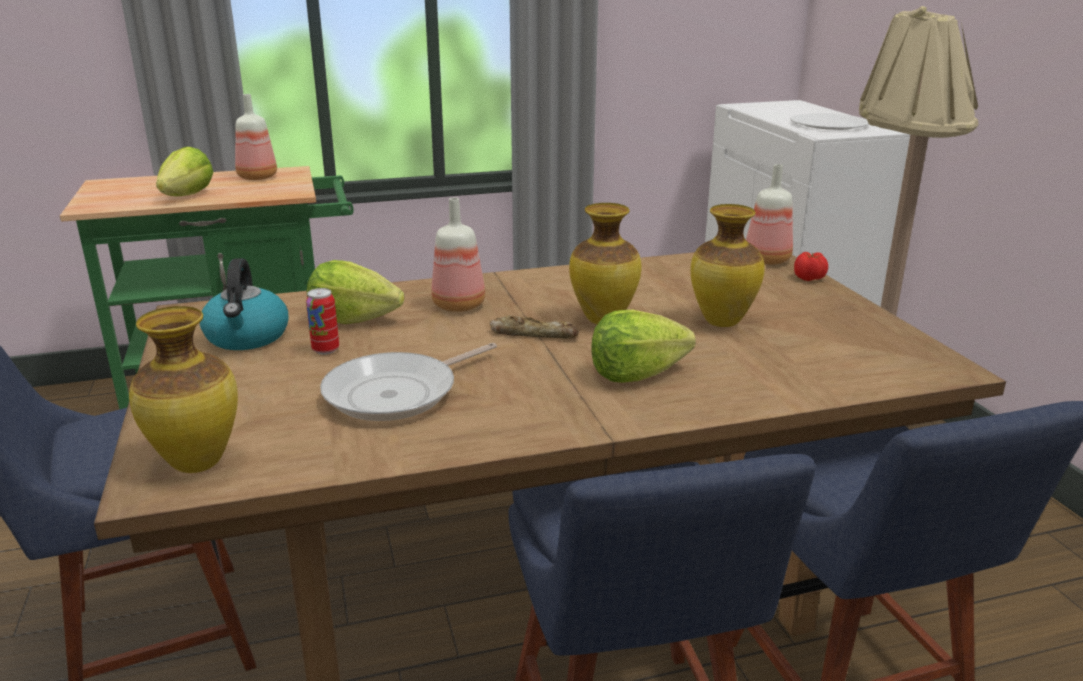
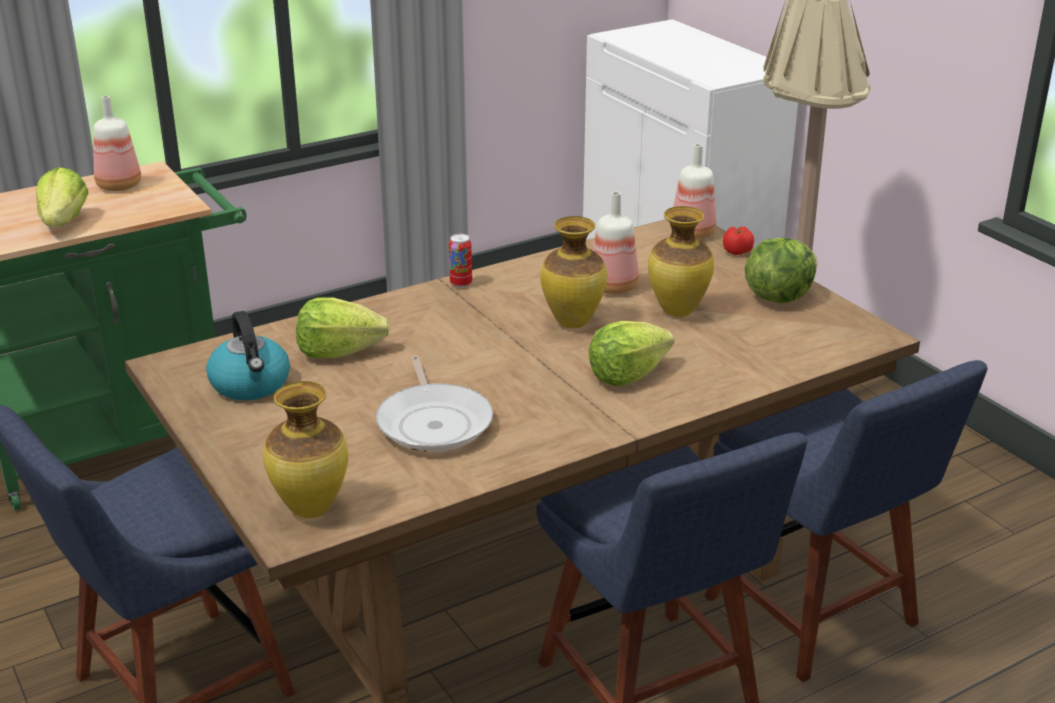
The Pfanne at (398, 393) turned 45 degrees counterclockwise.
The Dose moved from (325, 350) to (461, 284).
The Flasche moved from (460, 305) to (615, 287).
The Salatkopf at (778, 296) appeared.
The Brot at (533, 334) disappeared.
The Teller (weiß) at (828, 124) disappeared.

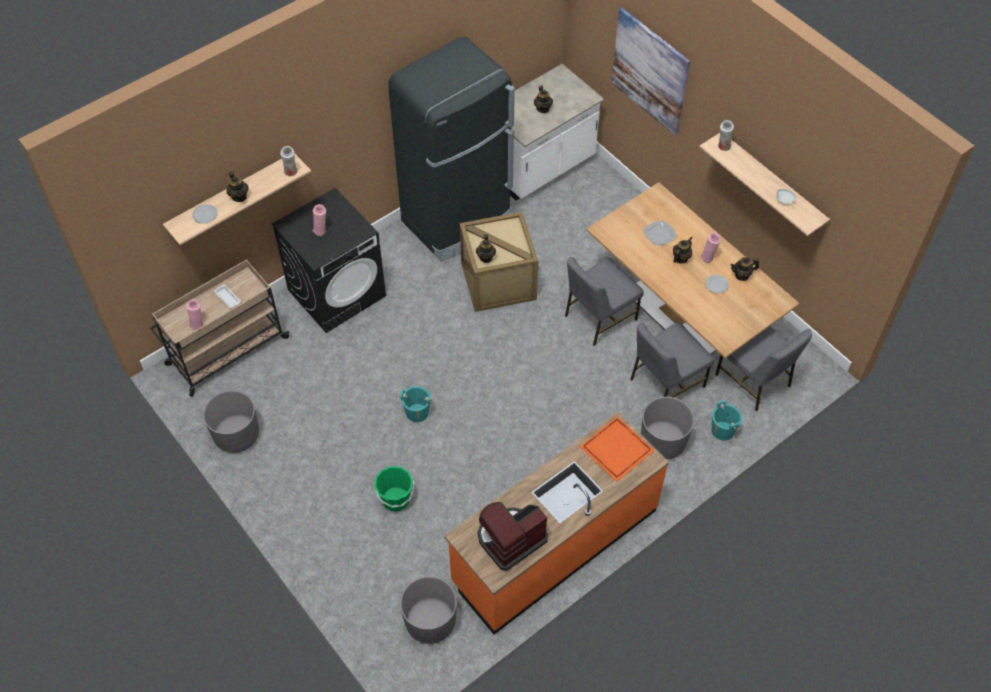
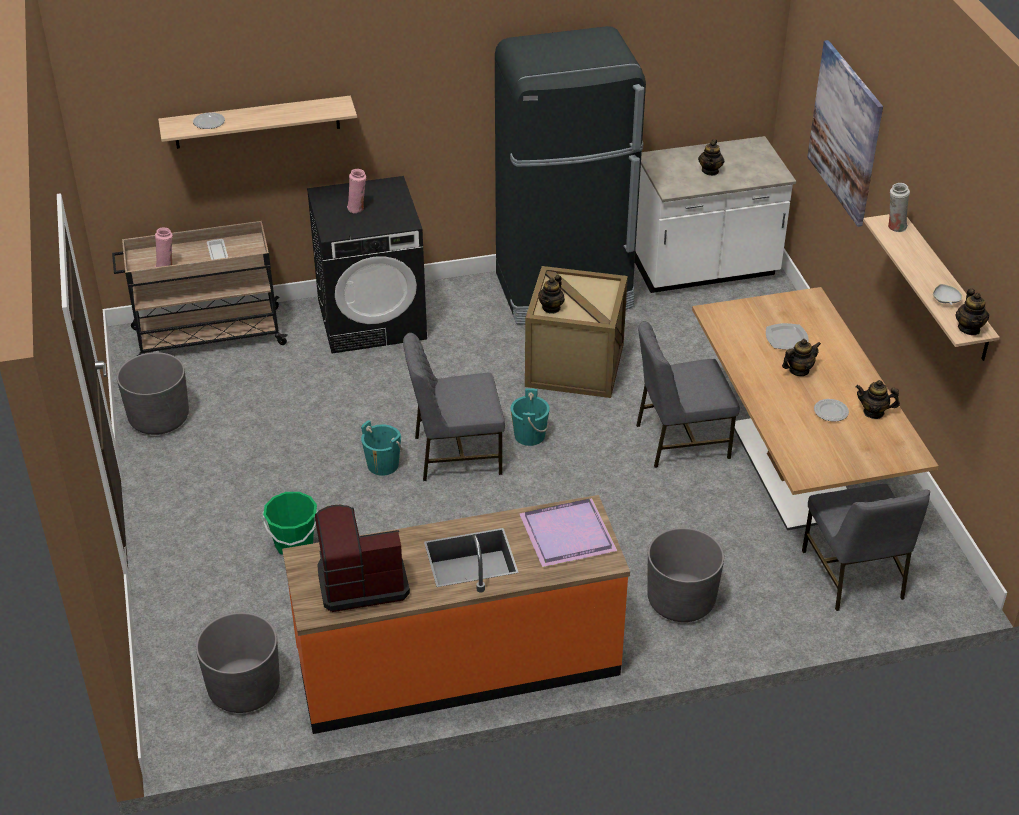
The Stuhl (grau) moved from (665, 382) to (455, 454).
The Eimer (türkis) moved from (722, 430) to (529, 435).
The Tablett (orange) at (616, 451) became the Tablett (lila) at (566, 536).
The Teekanne moved from (239, 196) to (969, 328).
The Vase (weiß) at (291, 172) disappeared.
The Vase (rosa) at (708, 257) disappeared.

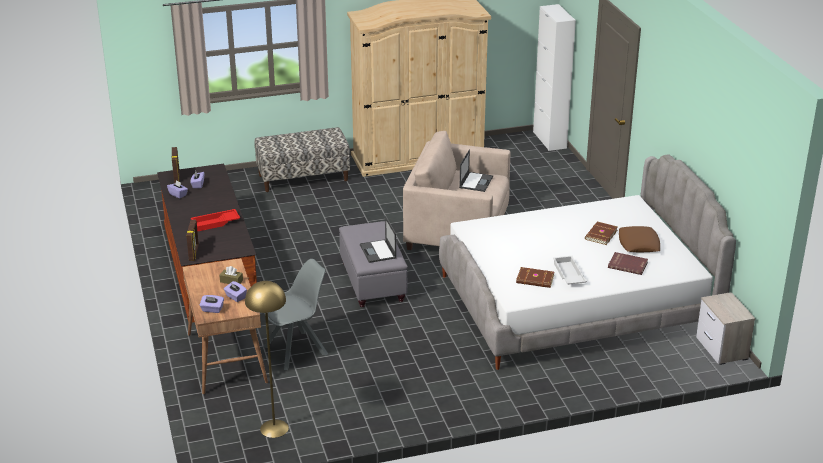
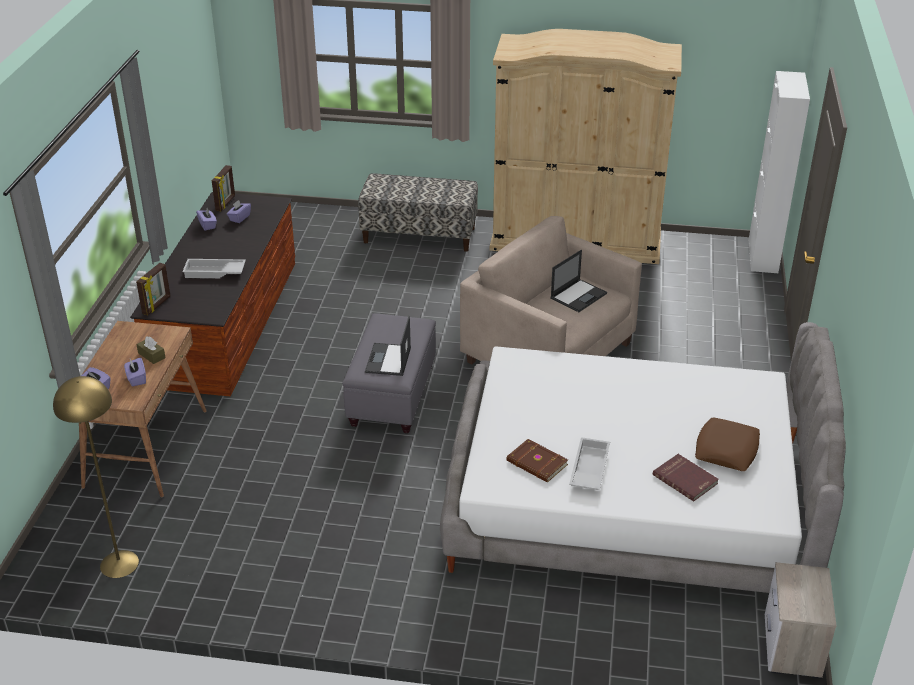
The Tablett (rot) at (215, 223) became the Tablett (weiß) at (214, 272).
The Stuhl (grau) at (297, 350) disappeared.
The Buch (braun) at (600, 235) disappeared.

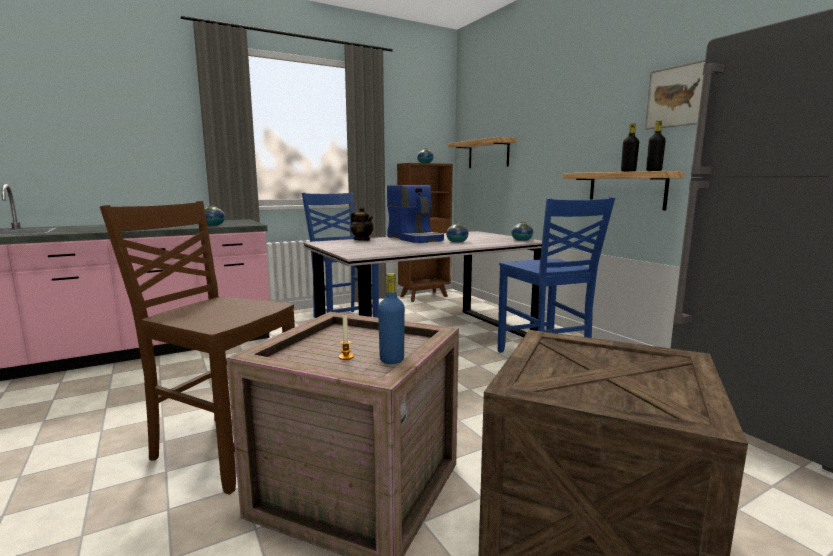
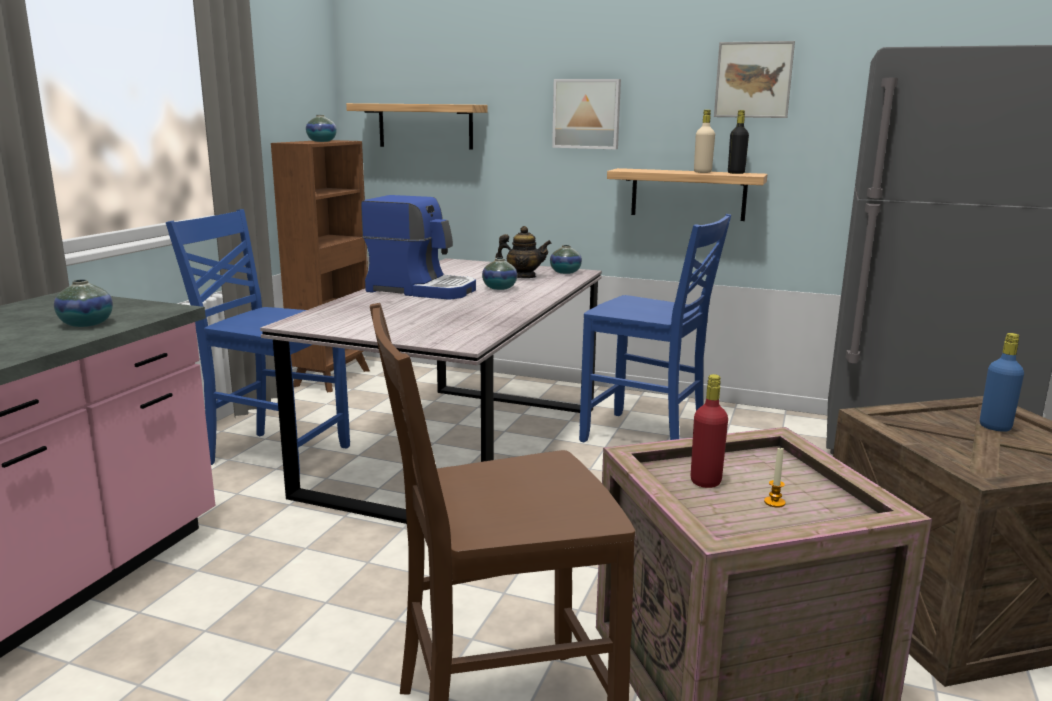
The Teekanne moved from (362, 240) to (523, 277).
The Bild at (587, 114) appeared.
The Flasche (rot) at (705, 481) appeared.
The Flasche (schwarz) at (628, 171) became the Flasche (beige) at (702, 172).
The Flasche (blau) moved from (392, 360) to (995, 427).

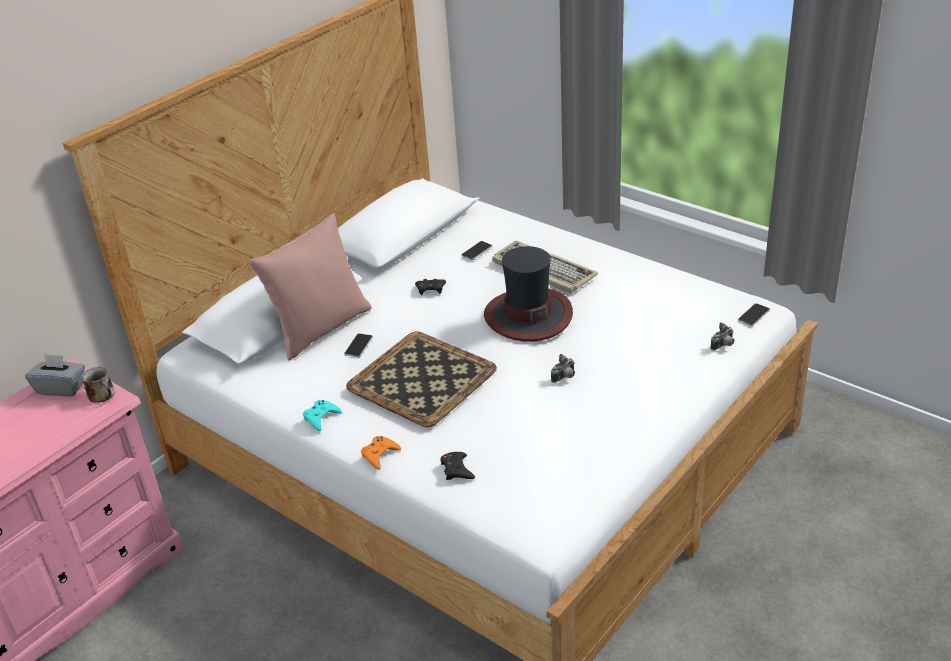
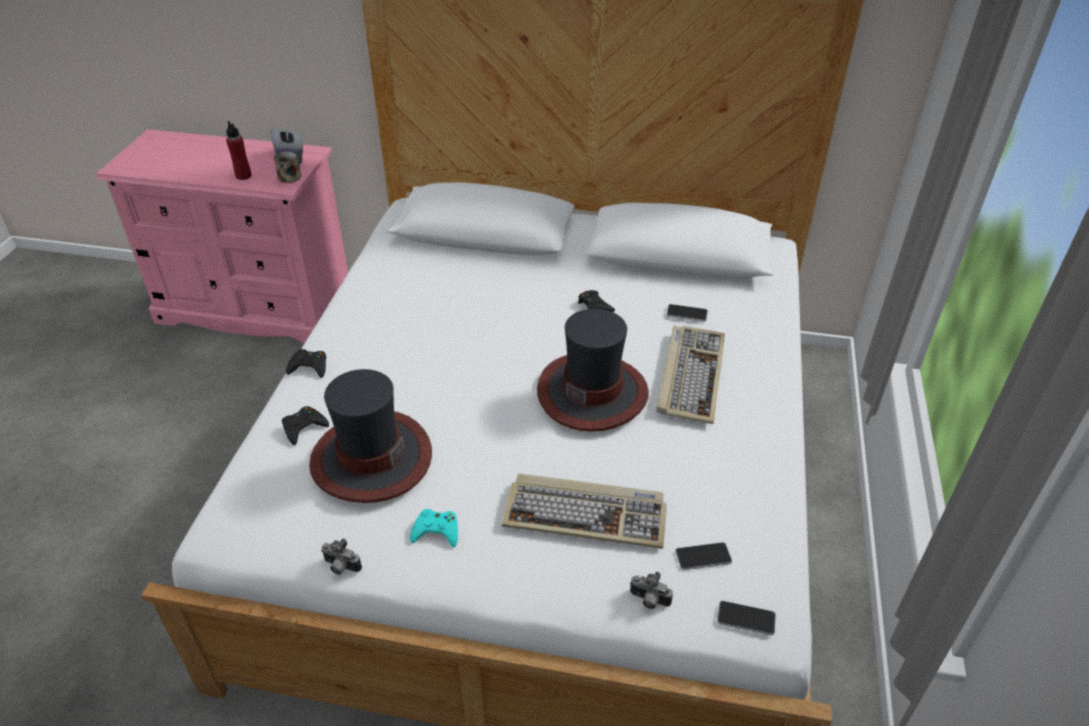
The Flasche (rot) at (243, 176) appeared.
The Gamepad (orange) at (379, 455) became the Gamepad (schwarz) at (309, 367).
The Hut at (370, 458) appeared.
The Kamera moved from (564, 377) to (341, 567).
The Gamepad (türkis) moved from (321, 417) to (436, 531).
The Tastatur at (586, 514) appeared.
The Handy moved from (358, 346) to (703, 557).
The Kissen (rosa) at (320, 328) disappeared.
The Tablett at (422, 380) disappeared.

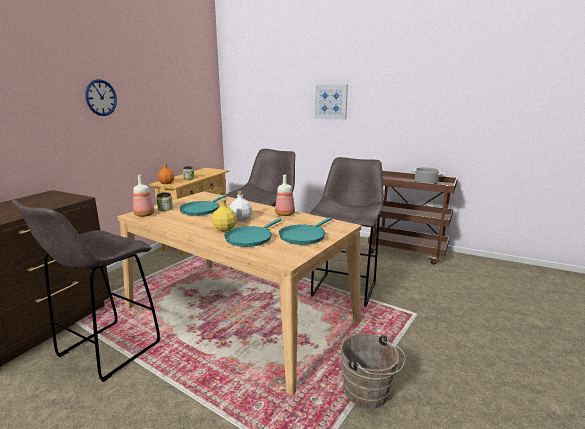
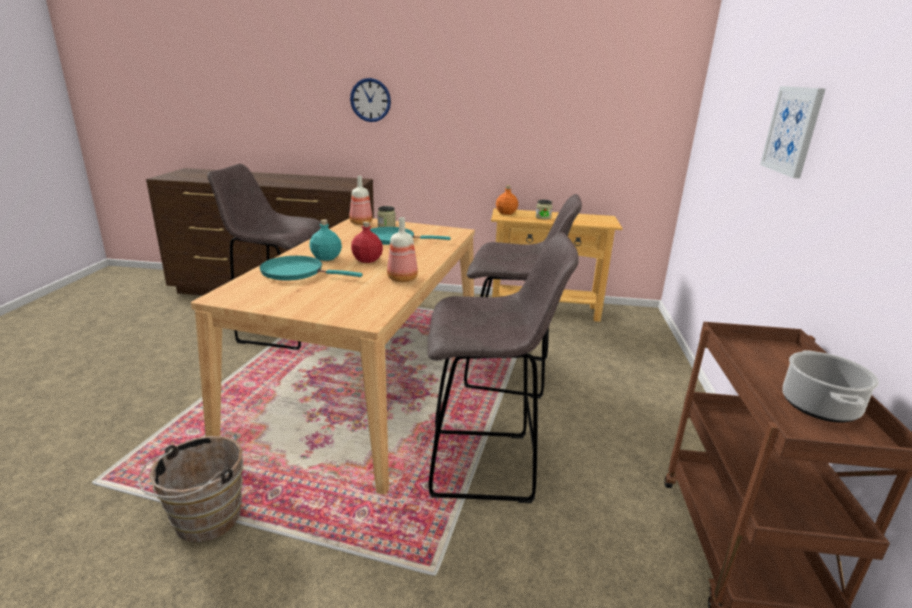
The Flasche (gelb) at (225, 229) became the Flasche (türkis) at (326, 258).
The Wanduhr moved from (101, 97) to (370, 100).
The Flasche (weiß) at (241, 219) became the Flasche (rot) at (367, 260).
The Pfanne (türkis) at (303, 236) disappeared.

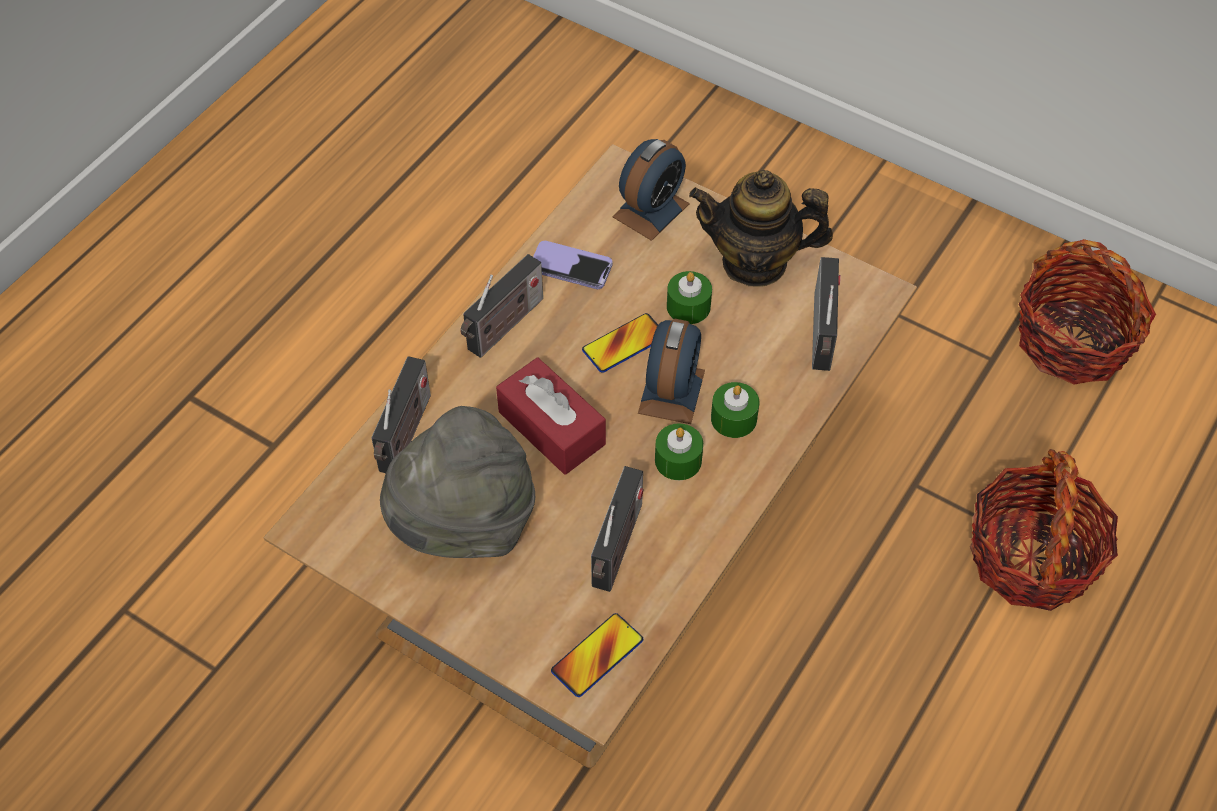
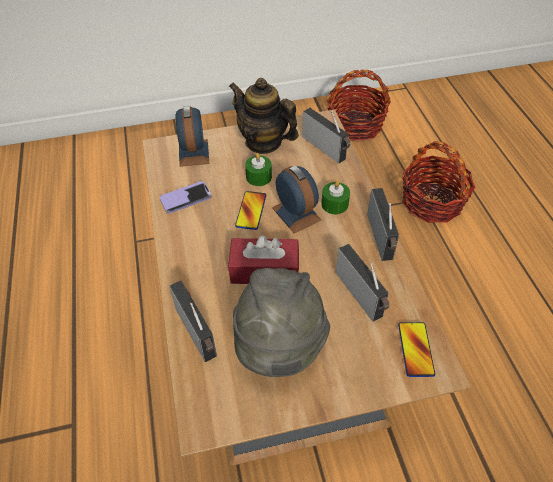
The Teekanne at (755, 262) turned 75 degrees clockwise.
The Radio moved from (503, 327) to (381, 238).
The Kerze (grün) at (678, 460) disappeared.

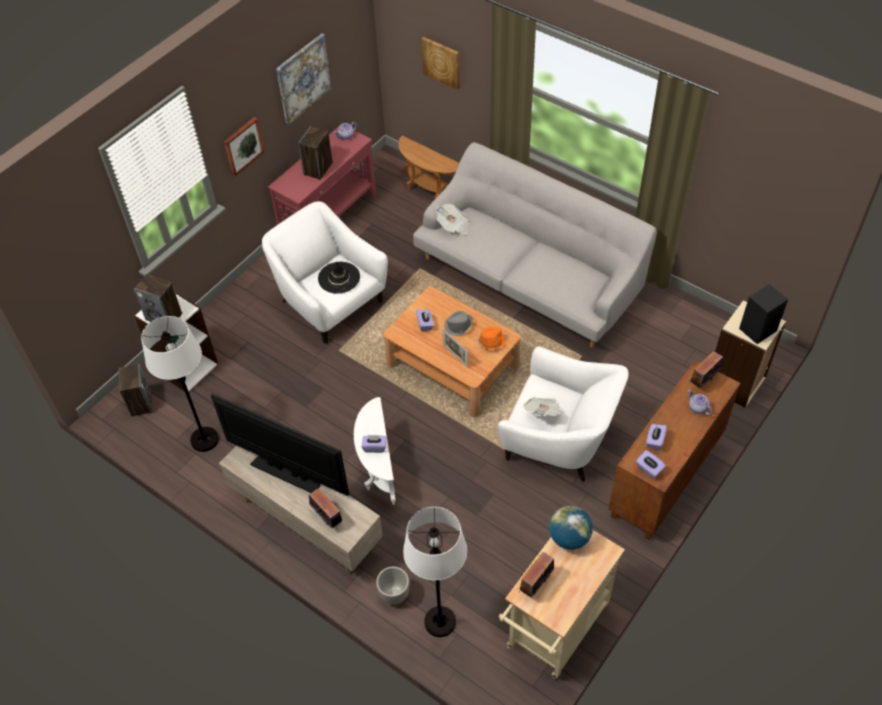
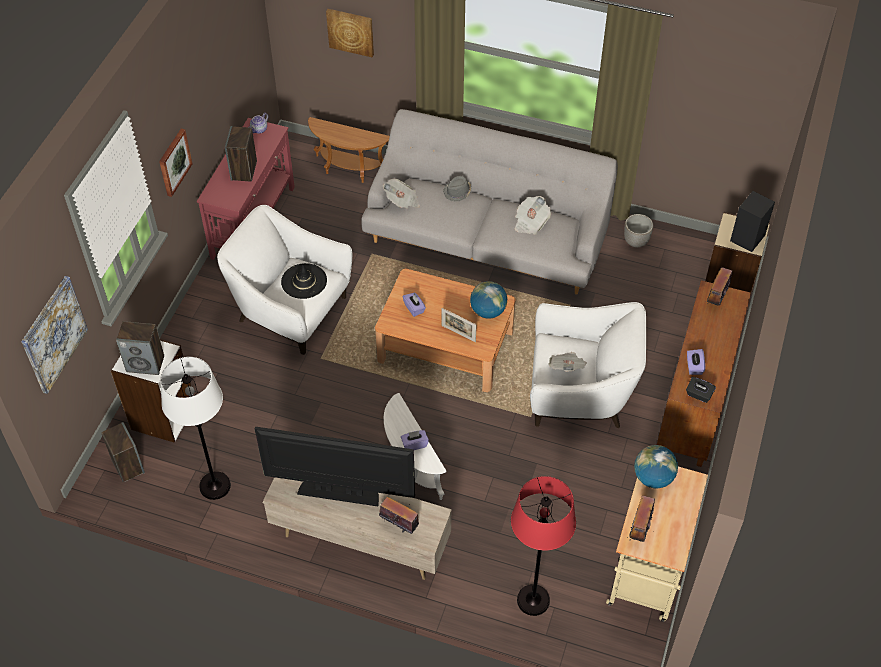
The Bild moved from (303, 78) to (53, 334).
The Hut (grau) moved from (458, 326) to (457, 192).
The Hut (orange) at (490, 342) was replaced by the Globus at (488, 311).
The Stehlampe (weiß) at (440, 621) became the Stehlampe (rot) at (533, 600).
The Zeitung at (530, 222) appeared.
The Pflanzkübel moved from (394, 595) to (636, 242).
The Taschentuchbox (lila) at (649, 469) became the Taschentuchbox (schwarz) at (699, 395).
The Teekanne at (697, 408) disappeared.

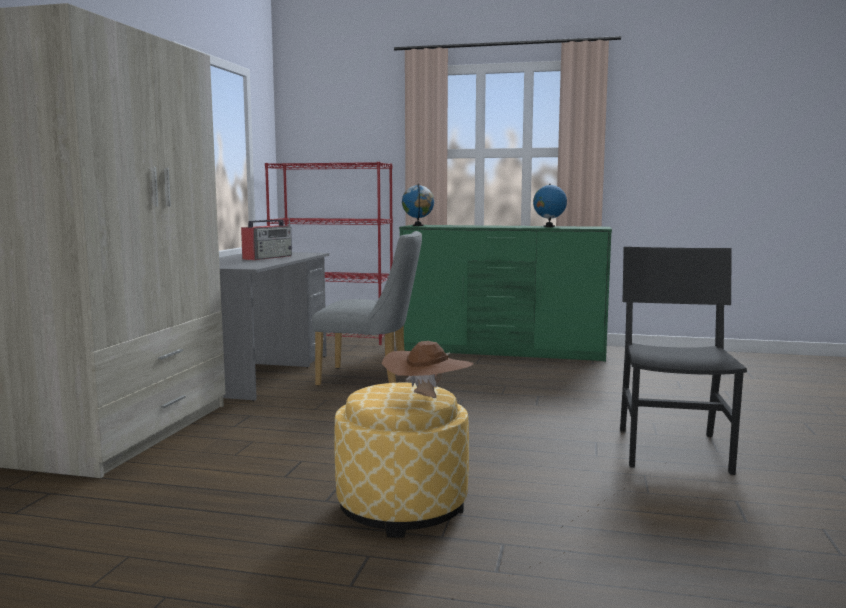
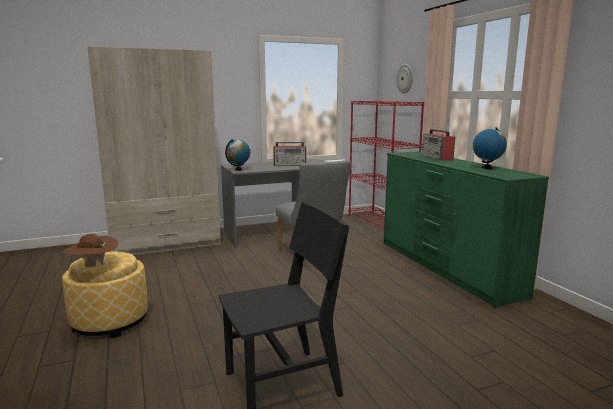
The Globus moved from (418, 225) to (238, 170).
The Wanduhr at (405, 78) appeared.
The Radio at (437, 157) appeared.

